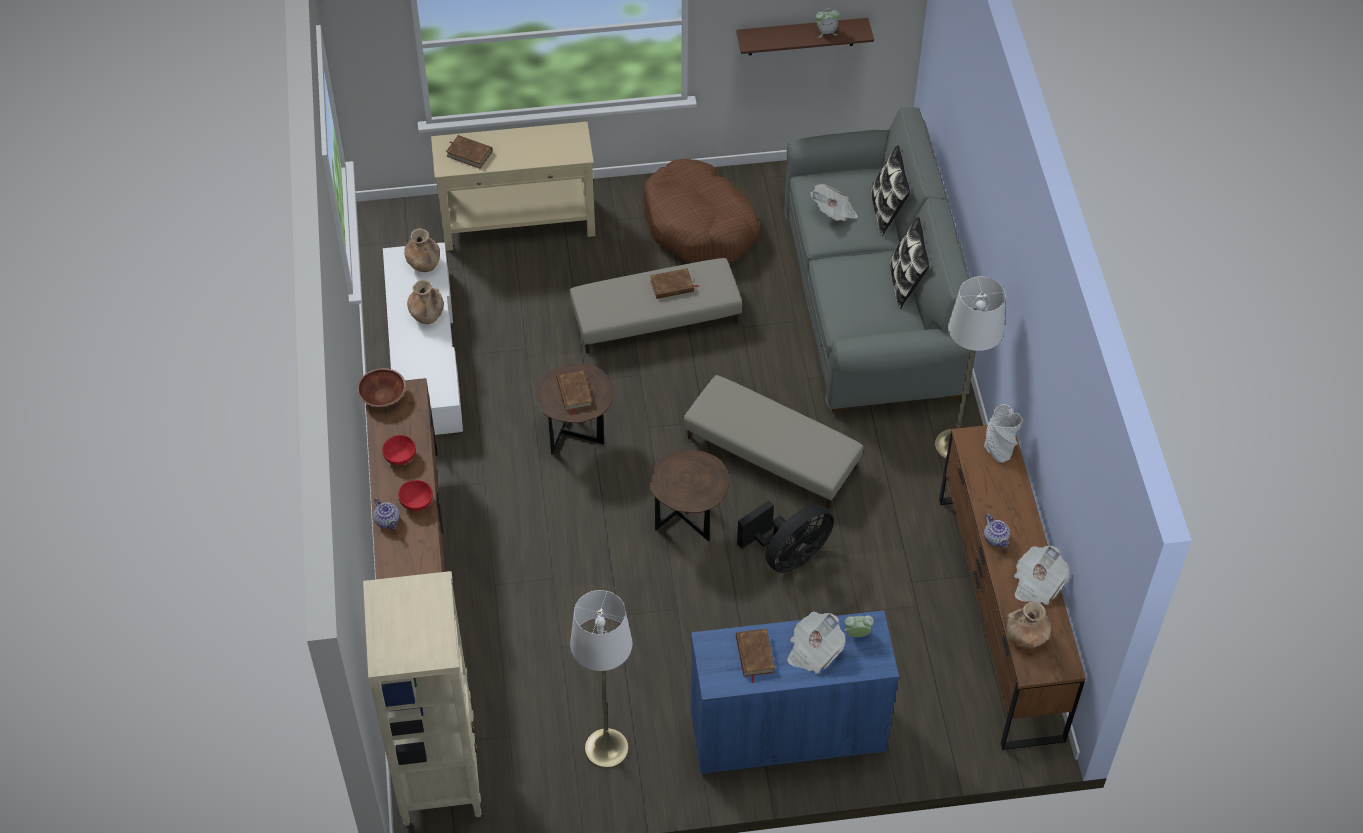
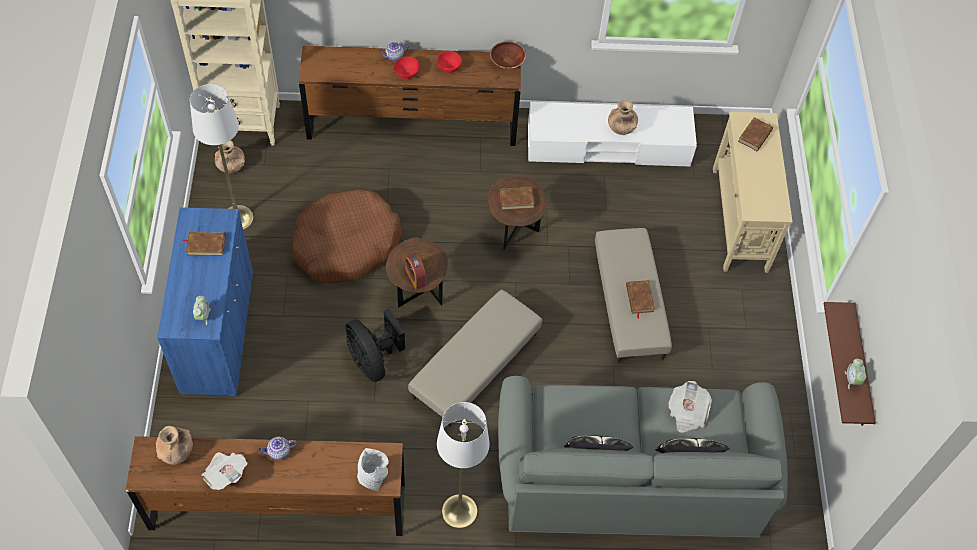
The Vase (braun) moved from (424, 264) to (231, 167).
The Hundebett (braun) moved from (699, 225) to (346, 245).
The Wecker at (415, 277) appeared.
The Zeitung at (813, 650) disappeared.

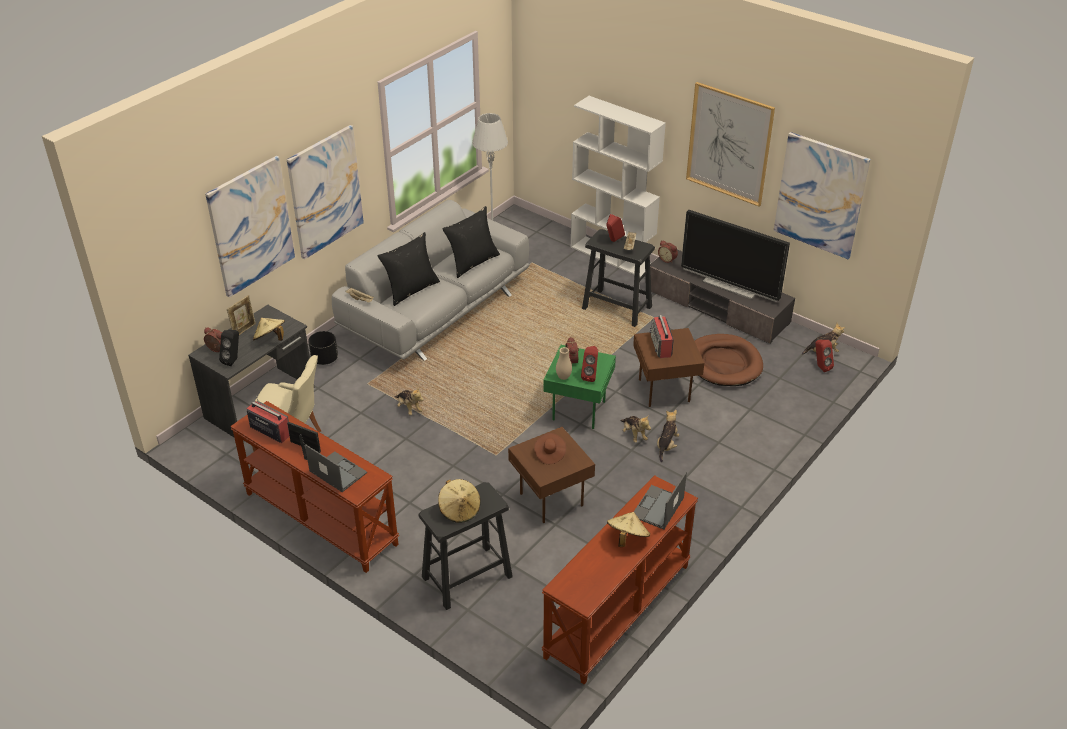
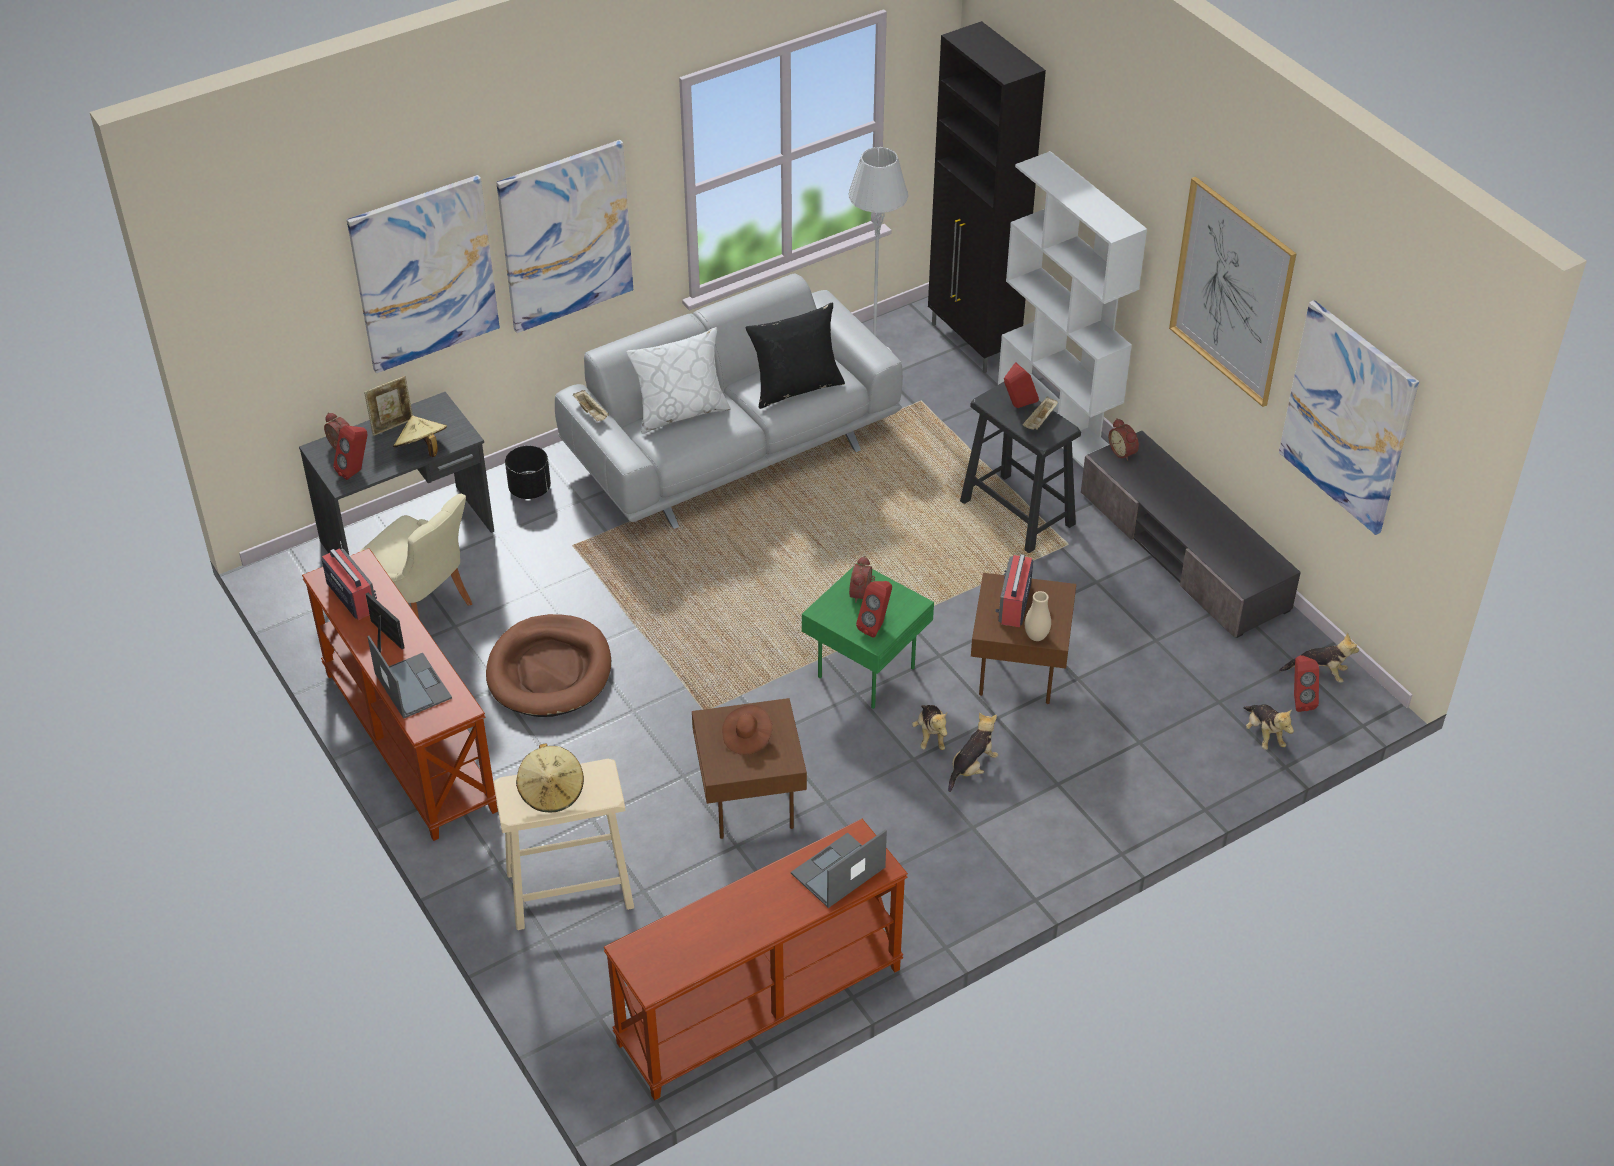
The Lautsprecher (schwarz) at (233, 360) became the Lautsprecher (rot) at (356, 471).
The Hundebett (braun) moved from (724, 363) to (550, 670).
The Hocker (schwarz) at (466, 577) became the Hocker (beige) at (569, 889).
The Kissen (schwarz) at (411, 289) became the Kissen (weiß) at (680, 412).
The Schrank (schwarz) at (973, 343) appeared.
The Vase (beige) moved from (563, 377) to (1036, 636).
The Plüschtier moved from (409, 408) to (1263, 735).
The Hut (beige) at (627, 538) disappeared.
The Fernseher at (730, 286) disappeared.

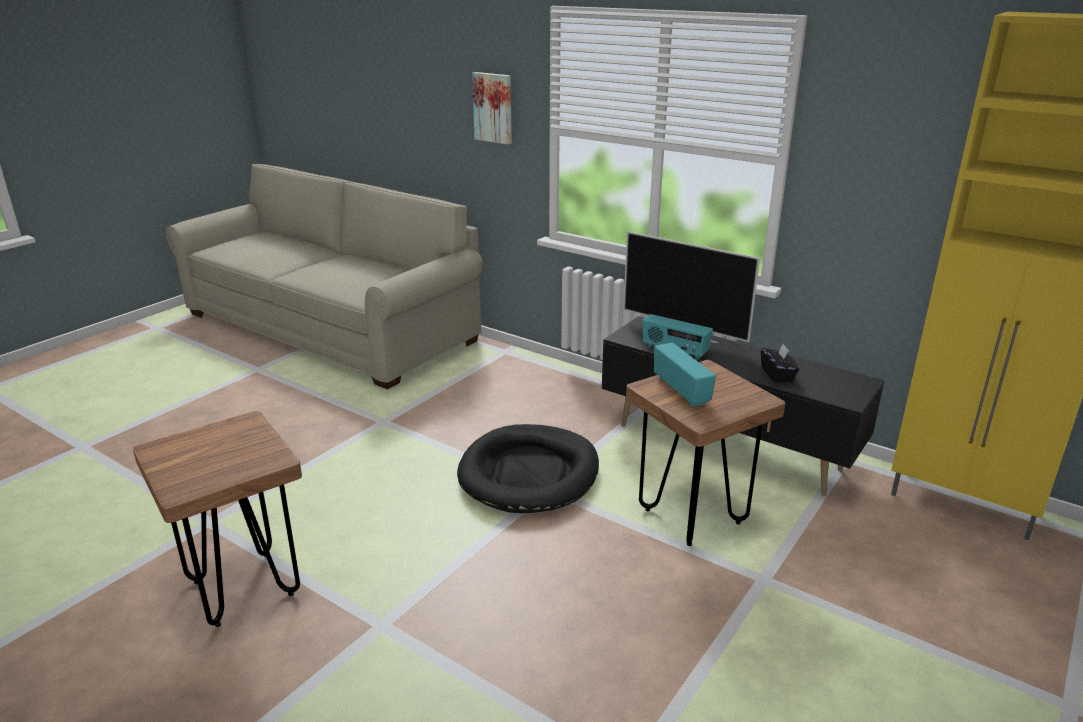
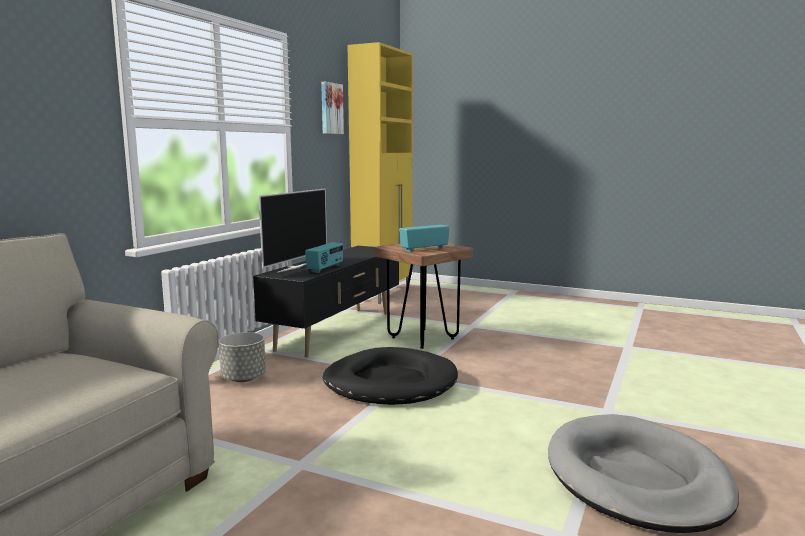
The Pflanzkübel (grau) at (243, 378) appeared.
The Bild moved from (494, 107) to (330, 108).
The Hocker (braun) at (243, 588) was replaced by the Hundebett (grau) at (636, 478).
The Taschentuchbox (schwarz) at (777, 375) disappeared.

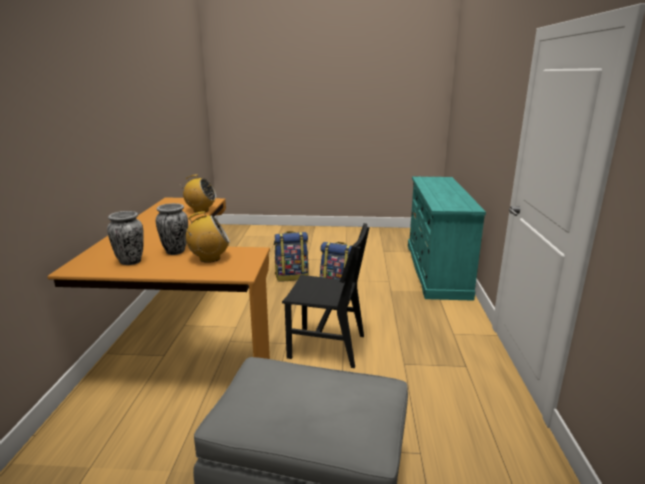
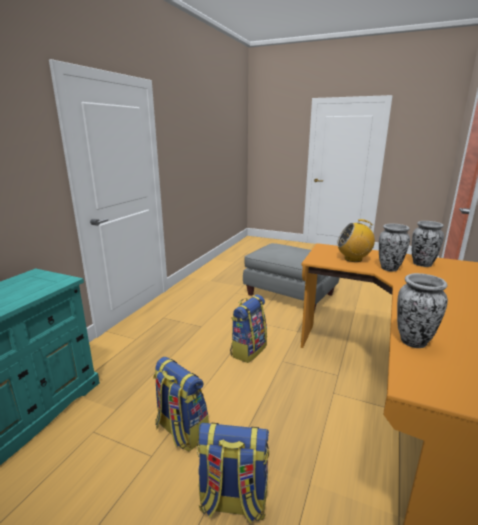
The Stuhl (schwarz) at (327, 346) was replaced by the Rucksack at (248, 350).
The Radio at (200, 210) was replaced by the Vase at (413, 341).

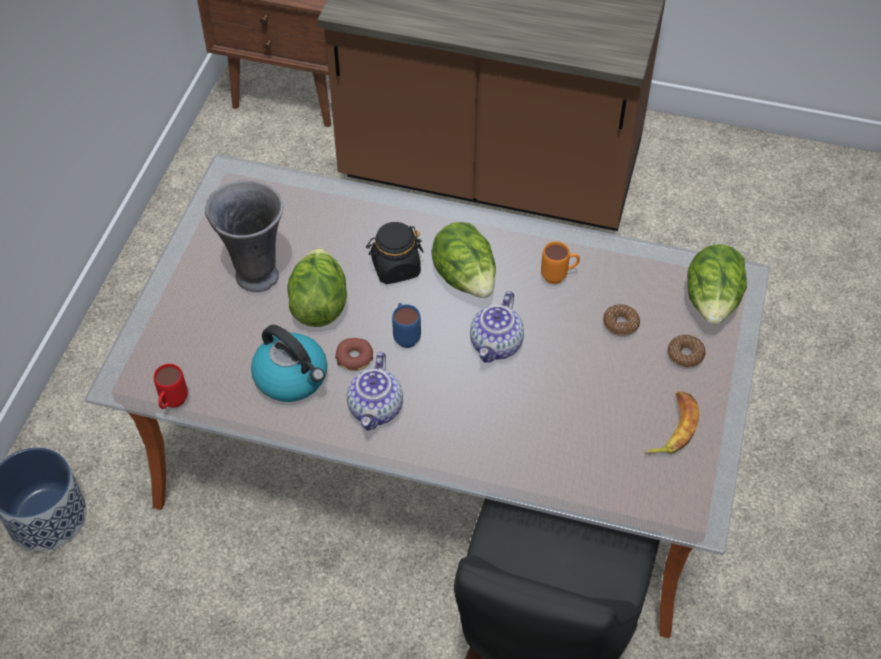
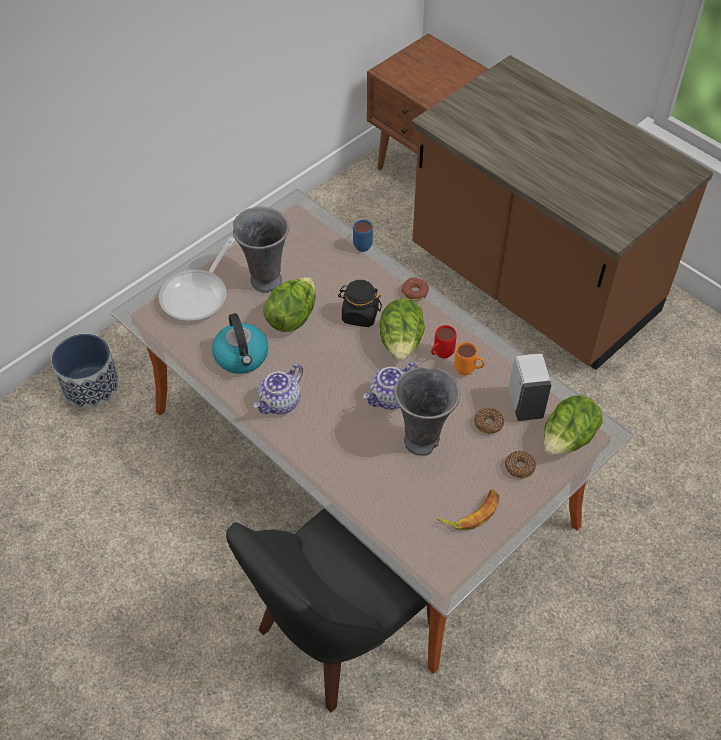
The Pfanne at (198, 295) appeared.
The Henkelbecher (blau) moved from (405, 336) to (363, 244).
The Vase (grau) at (423, 440) appeared.
The Donut moved from (354, 358) to (415, 292).
The Henkelbecher (rot) moved from (172, 404) to (440, 355).
The Seifenspender (weiß) at (524, 404) appeared.

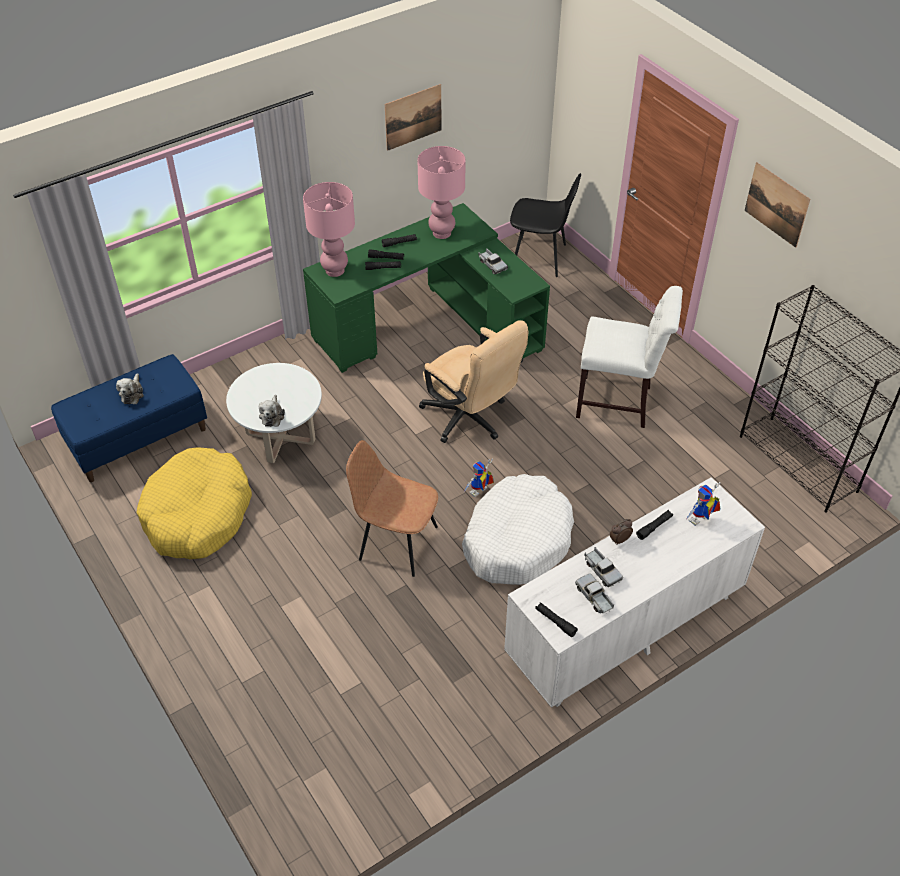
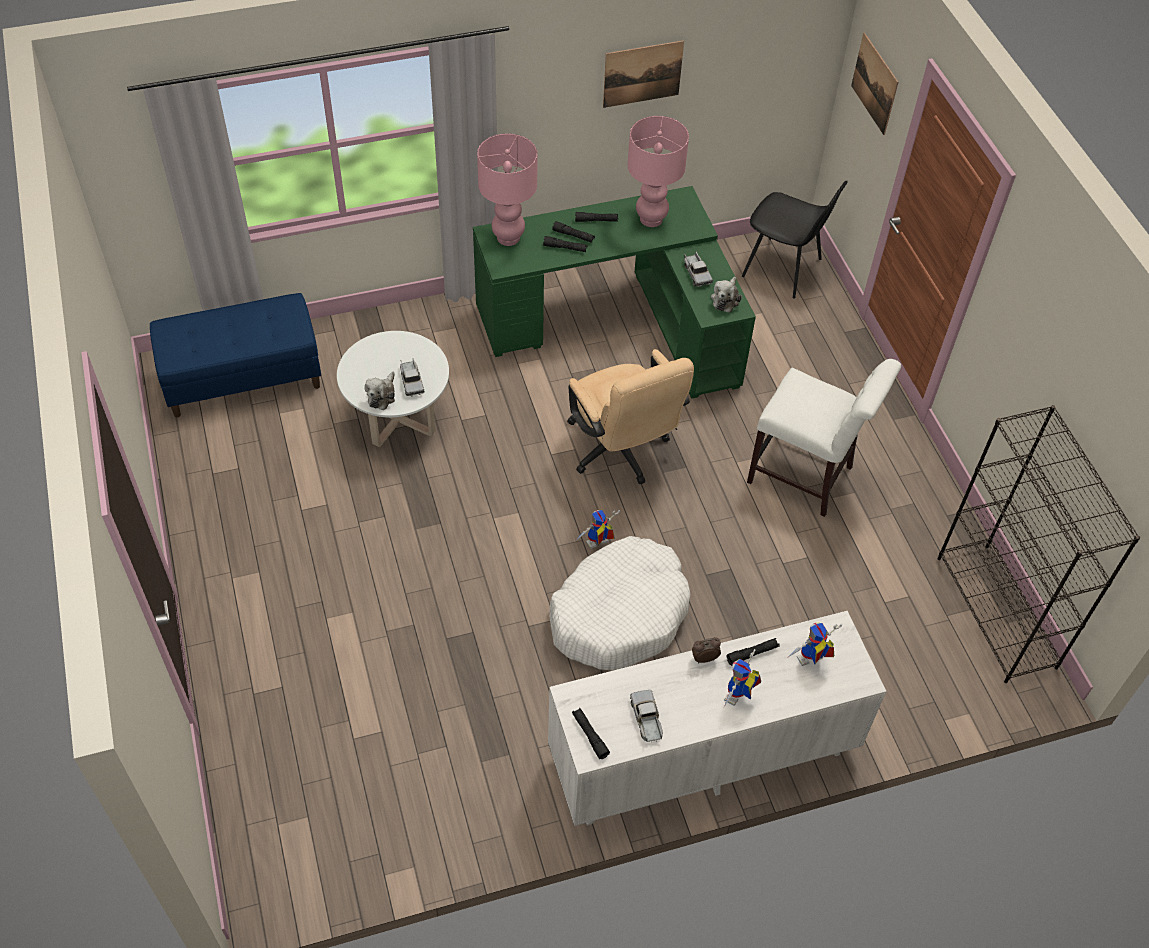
The Spielzeuglaster moved from (602, 570) to (411, 381).
The Plüschtier moved from (132, 393) to (725, 299).
The Spielzeugroboter at (737, 698) appeared.
The Bild moved from (776, 204) to (874, 83).
The Hundebett (gelb) at (197, 514) disappeared.
The Stuhl (braun) at (396, 542) disappeared.

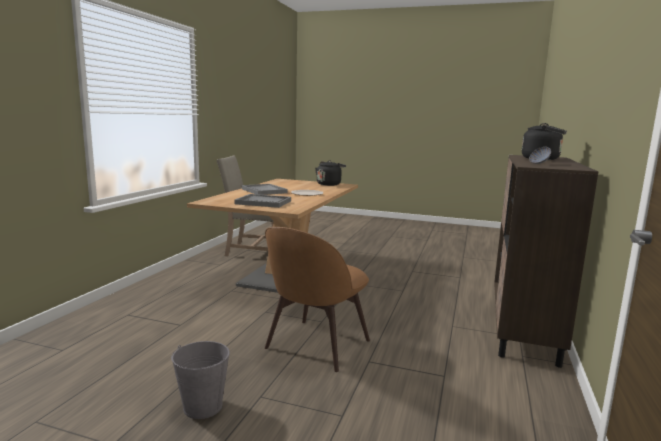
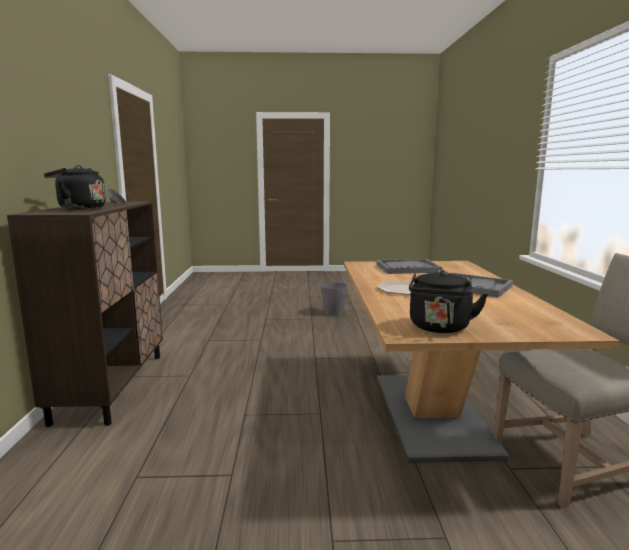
The Stuhl (braun) at (315, 346) disappeared.

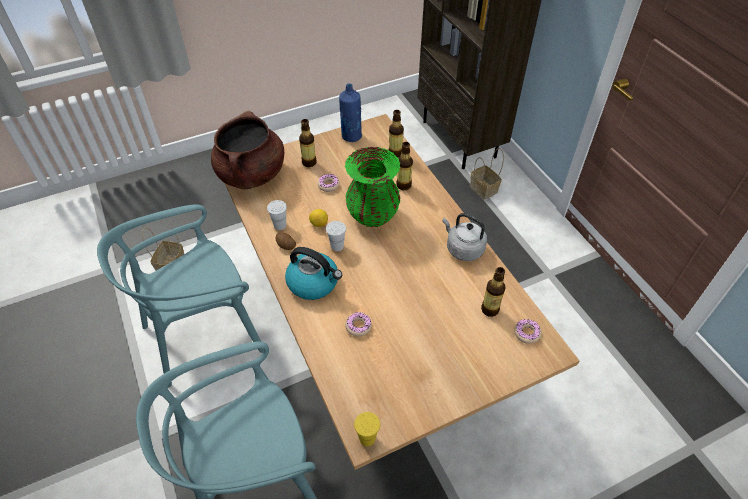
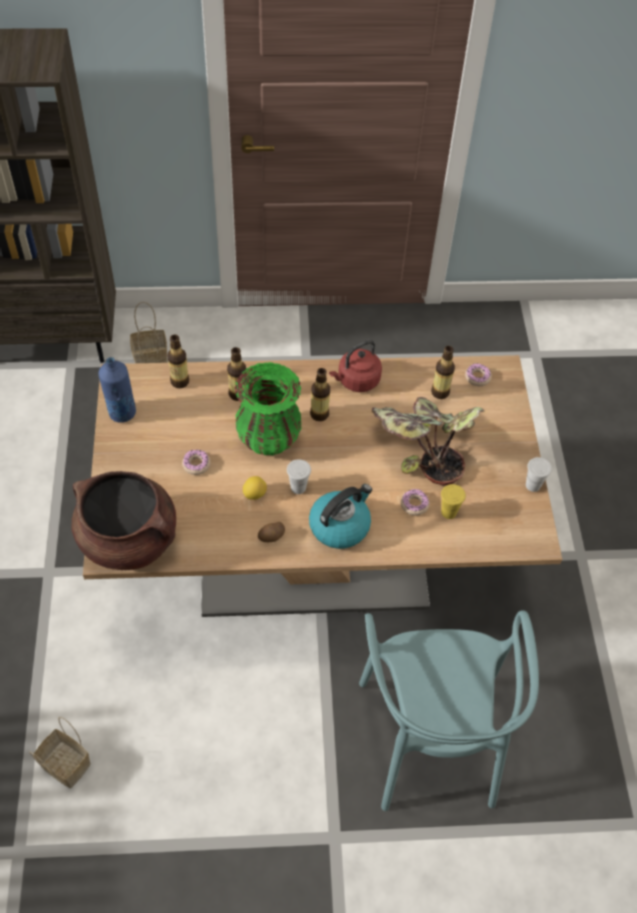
The Flasche moved from (309, 162) to (319, 414).
The Wasserkessel (grau) at (463, 249) became the Wasserkessel (rot) at (356, 381).
The Topfpflanze at (422, 449) appeared.
The Tasse (gelb) moved from (367, 438) to (448, 512).
The Tasse (weiß) moved from (280, 225) to (533, 485).
The Stuhl (türkis) at (203, 334) disappeared.

